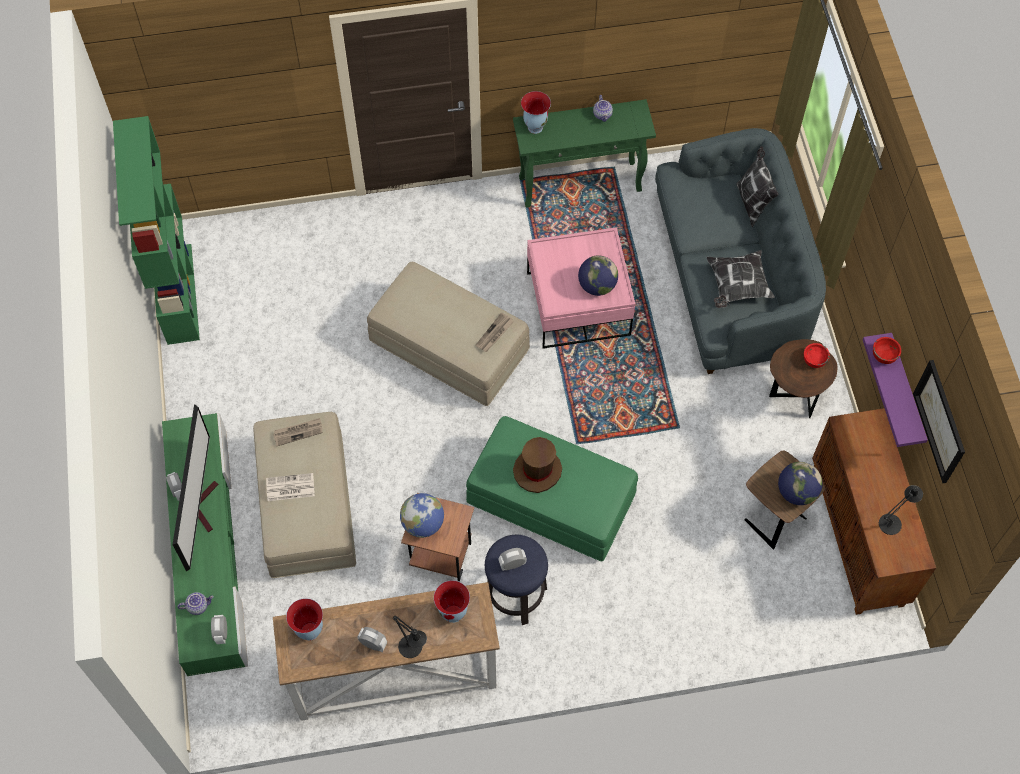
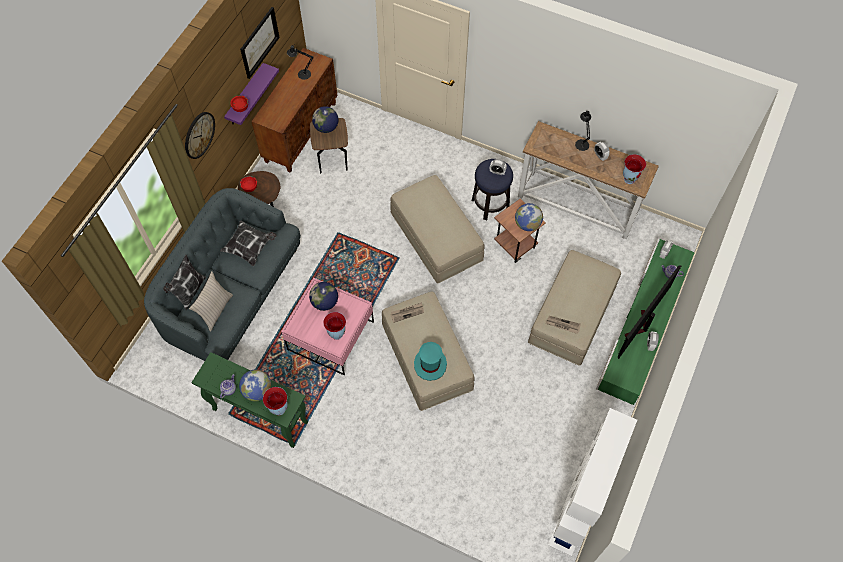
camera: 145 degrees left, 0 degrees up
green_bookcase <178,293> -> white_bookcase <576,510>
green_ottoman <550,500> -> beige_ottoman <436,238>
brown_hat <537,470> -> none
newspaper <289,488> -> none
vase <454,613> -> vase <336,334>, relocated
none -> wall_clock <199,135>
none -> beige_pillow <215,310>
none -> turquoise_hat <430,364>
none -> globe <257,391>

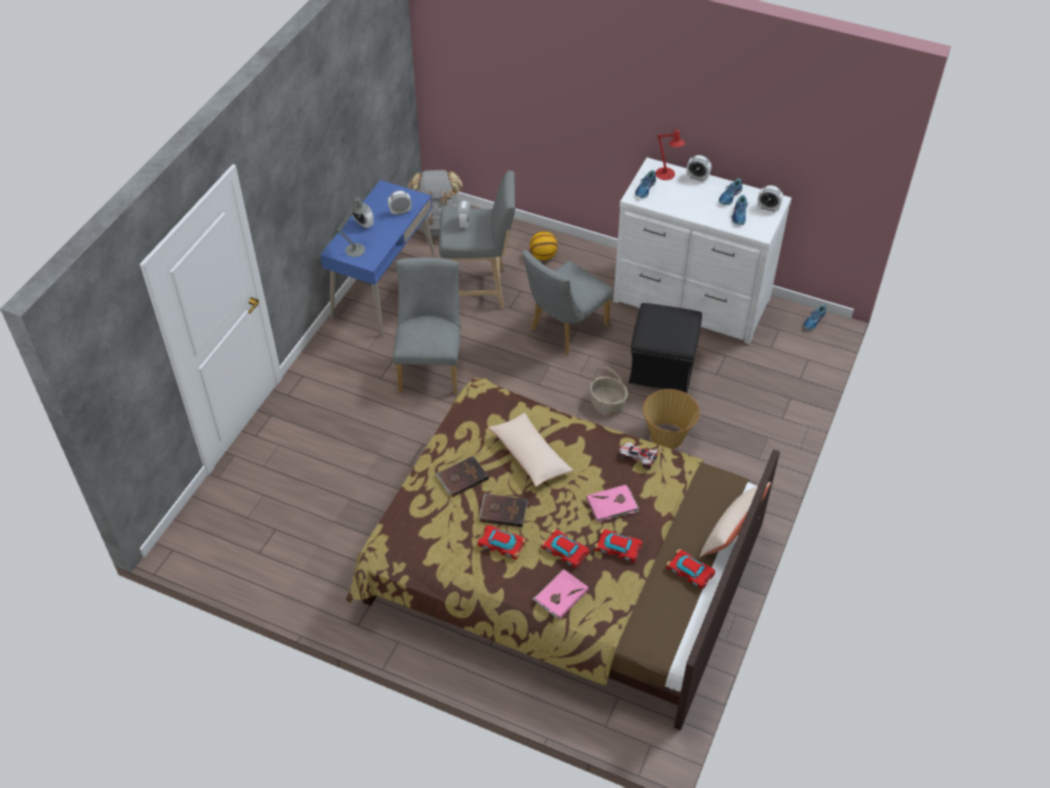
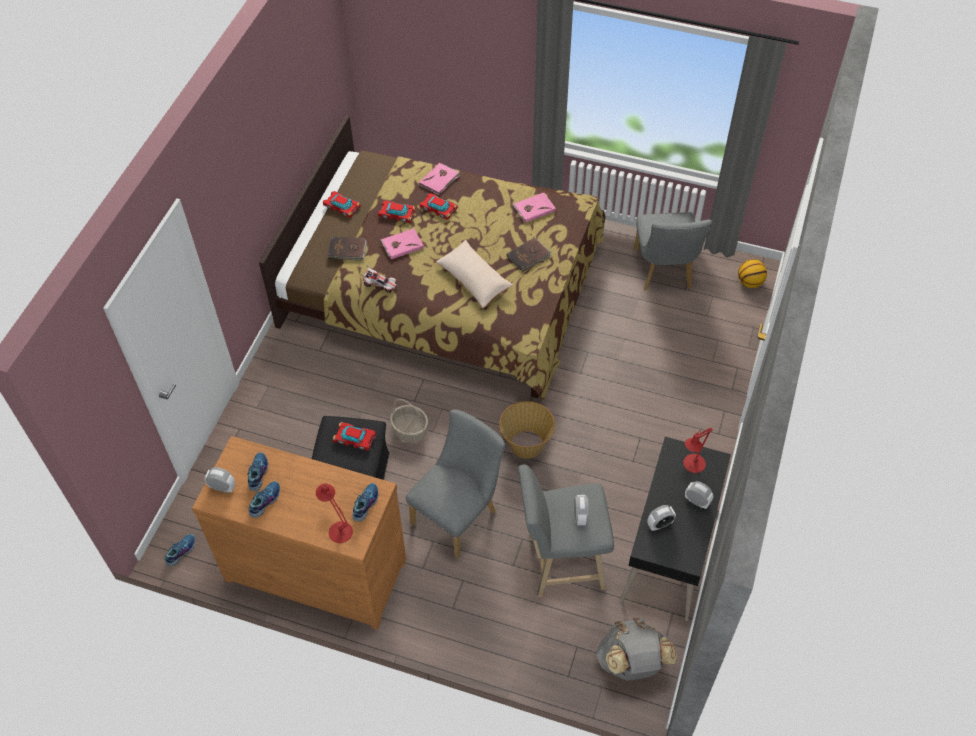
camera: 175 degrees right, 5 degrees up
alarm_clock <697,177> -> none
white_dresser <691,301> -> brown_dresser <316,566>
blue_desk <384,289> -> black_desk <669,552>
grey_table_lamp <357,248> -> red_table_lamp <692,465>
basketball <543,256> -> basketball <750,282>, relocated
grey_chair <431,365> -> grey_chair <664,272>, relocated
basket <667,435> -> basket <526,445>, relocated
beige_pillow <732,531> -> none
brown_book <503,511> -> brown_book <347,250>, relocated
toy_car <501,544> -> toy_car <354,439>, relocated
none -> pink_book <533,208>

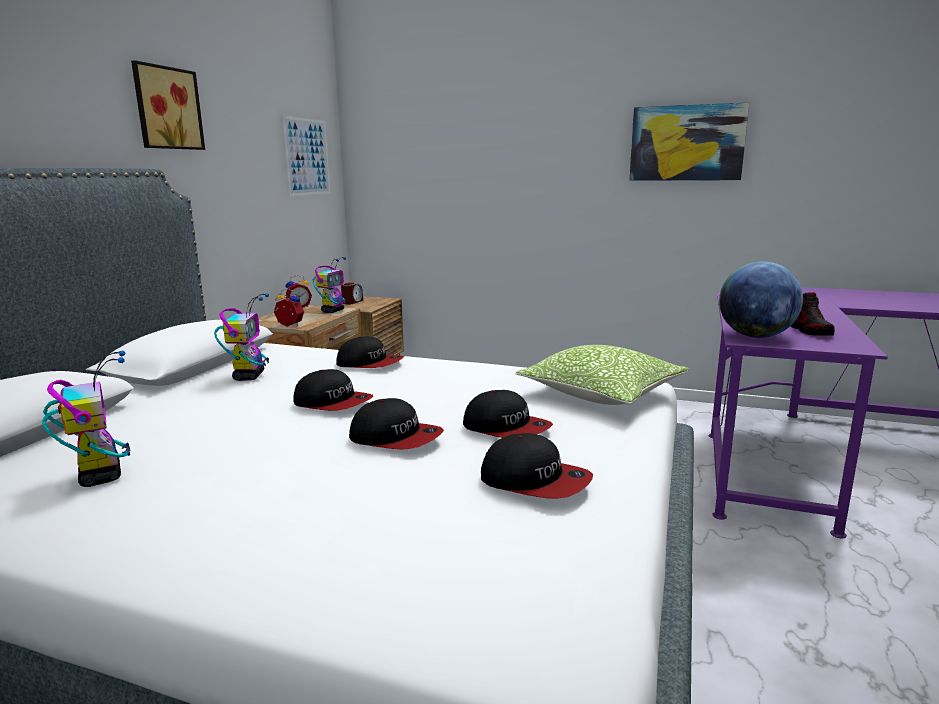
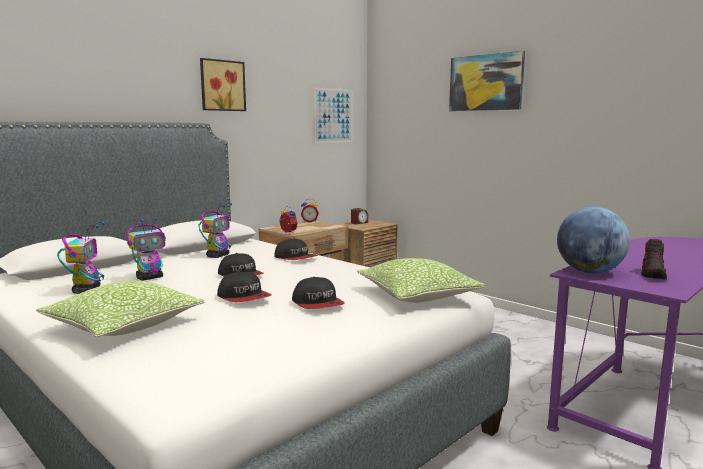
camera: 25 degrees right, 5 degrees down
picture <686,143> -> picture <486,83>, relocated
toy_robot <333,311> -> toy_robot <150,278>, relocated
cap <535,481> -> none
none -> pillow <124,325>

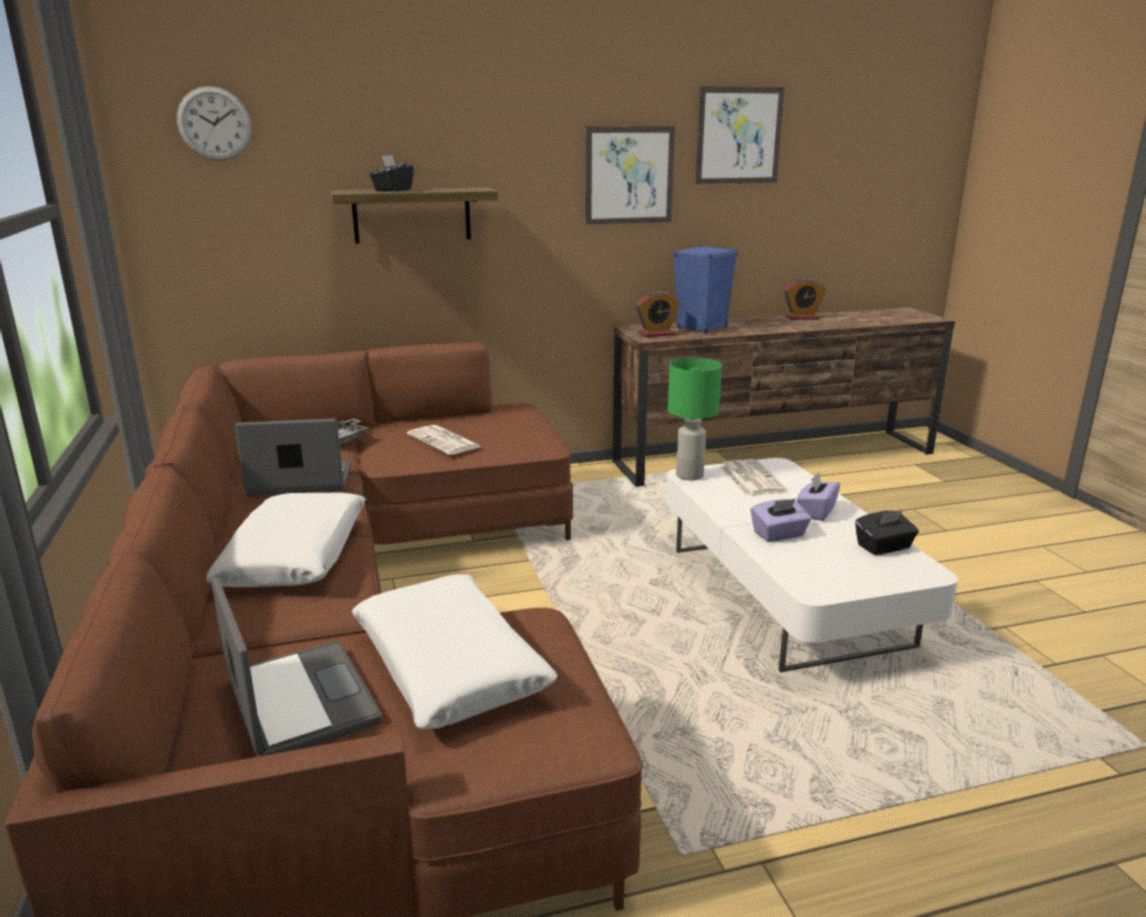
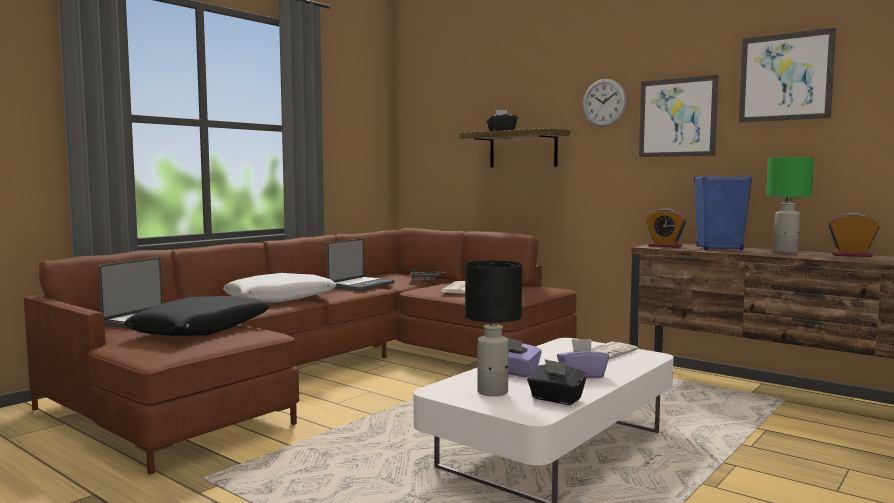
camera: 55 degrees right, 15 degrees down
wall_clock <214,124> -> wall_clock <604,102>, relocated
alarm_clock <802,318> -> alarm_clock <851,255>, 150 degrees clockwise
green_table_lamp <689,475> -> green_table_lamp <785,252>, relocated
laptop <300,481> -> laptop <360,285>, 75 degrees clockwise
white_pillow <450,666> -> black_pillow <202,329>
none -> black_table_lamp <492,392>

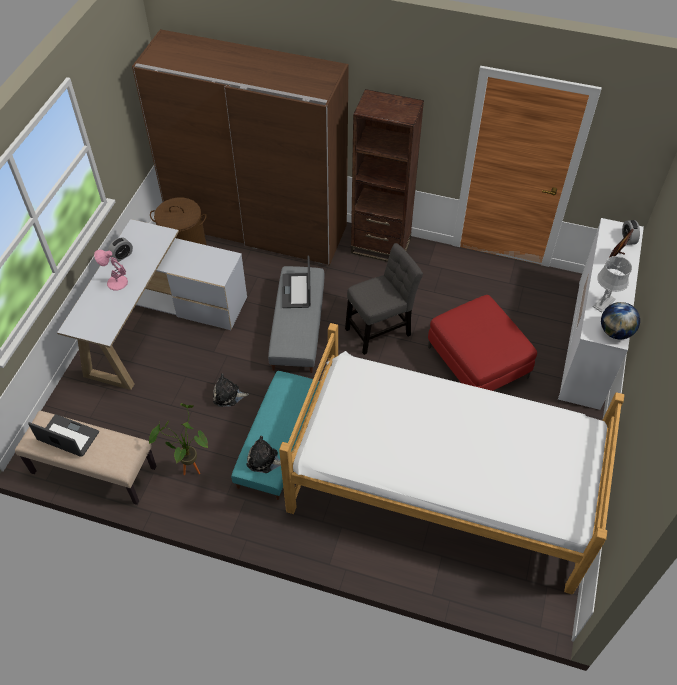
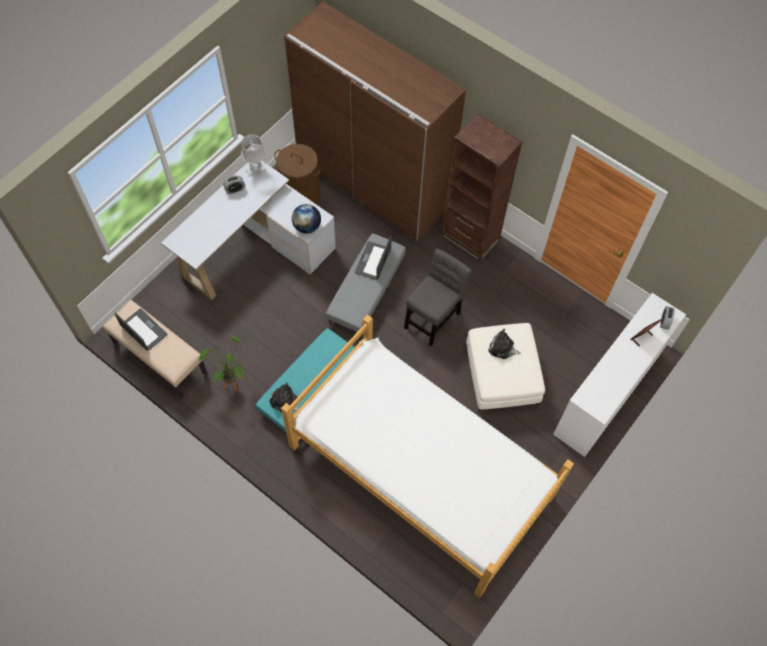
camera: 20 degrees right, 10 degrees up
grey_chair <380,330> -> grey_chair <433,317>, 45 degrees counterclockwise
pink_table_lamp <116,282> -> none
grey_table_lamp <604,303> -> grey_table_lamp <256,170>, relocated
red_ottoman <477,362> -> white_ottoman <501,376>
globe <615,332> -> globe <307,226>, relocated
plush_toy <228,395> -> plush_toy <502,348>, relocated

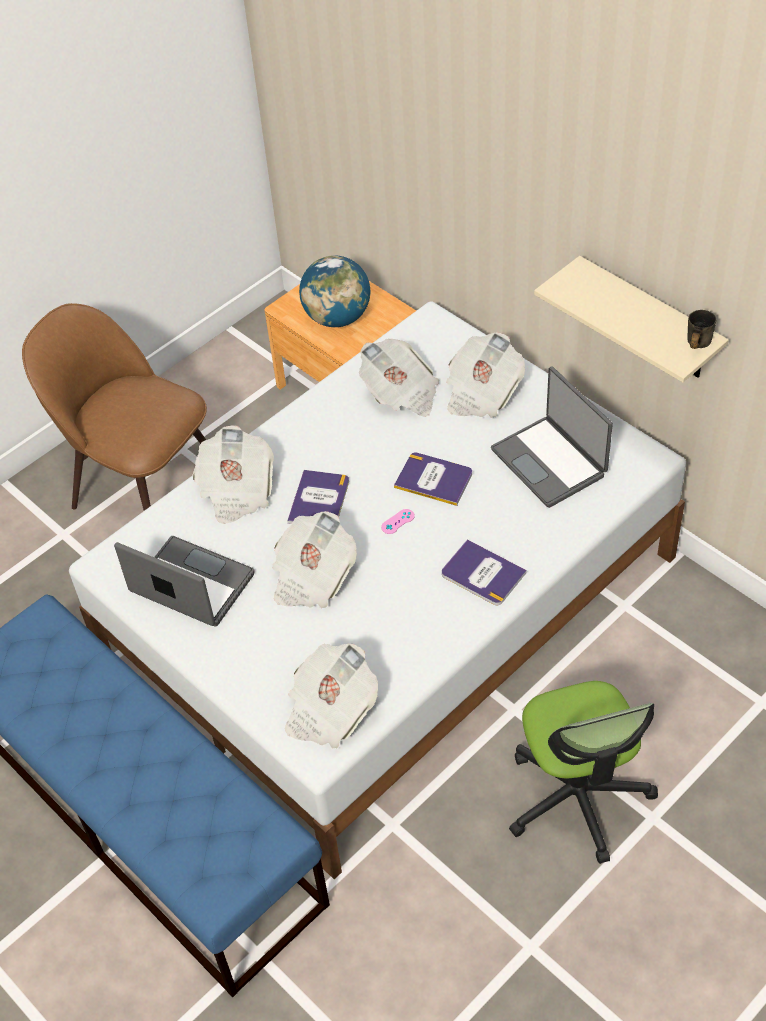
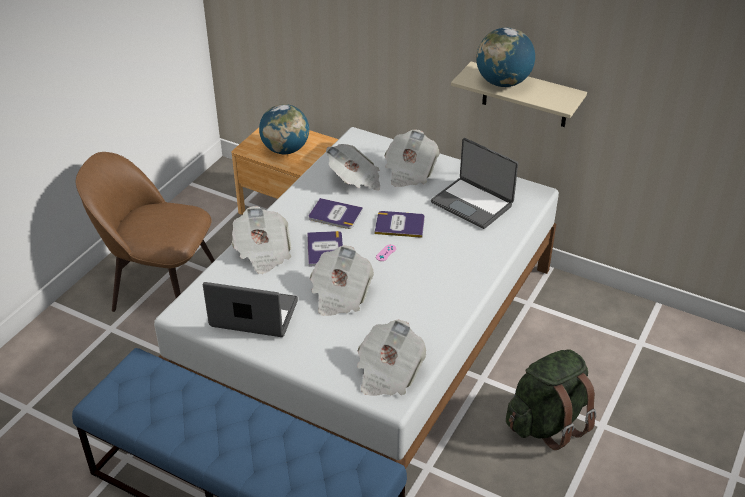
camera: 20 degrees left, 10 degrees down
grey_mug <694,345> -> none
book <482,574> -> book <335,214>, relocated
office_chair <577,797> -> green_backpack <547,423>
none -> globe <503,83>

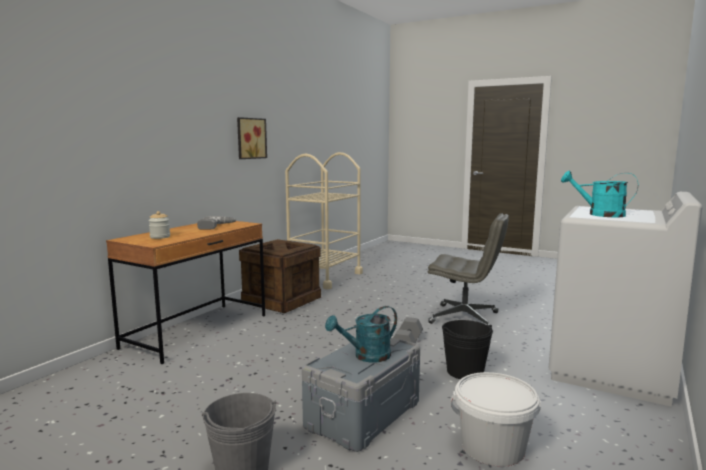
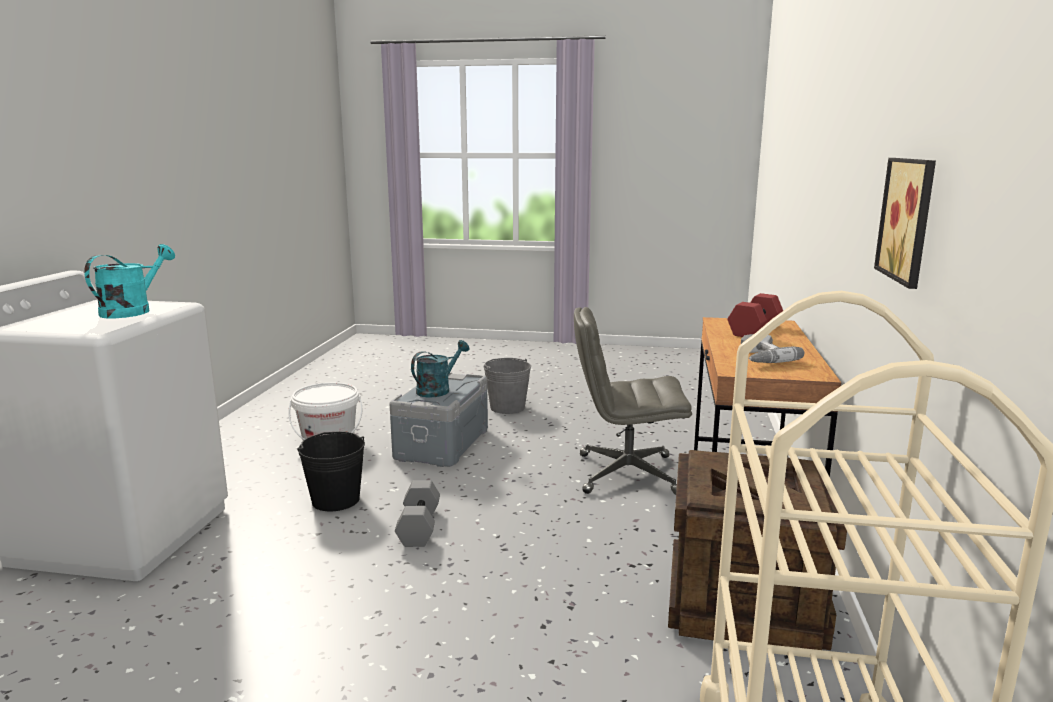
camera: 160 degrees right, 5 degrees up
turquoise_watering_can <599,214> -> turquoise_watering_can <132,311>, 75 degrees counterclockwise
jar <160,237> -> red_dumbbell <753,329>
grey_office_chair <465,318> -> grey_office_chair <626,474>, relocated

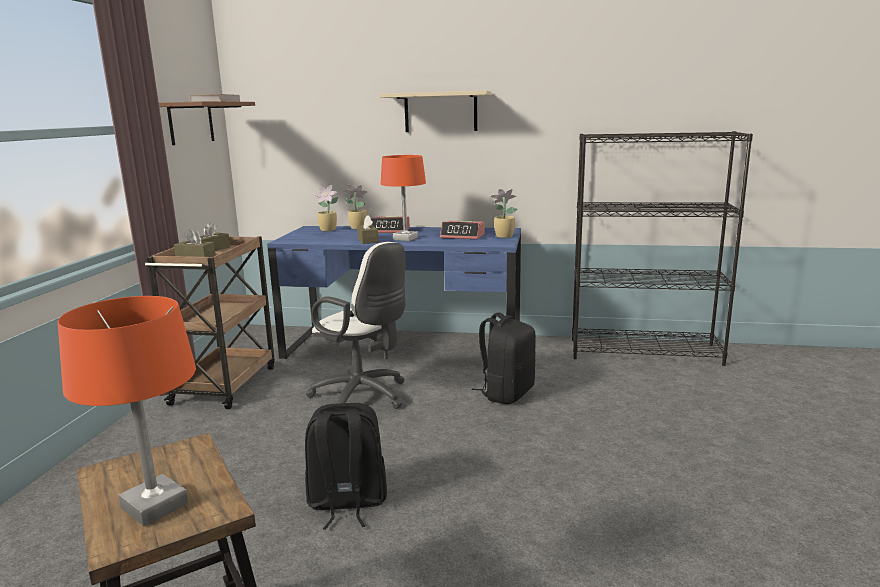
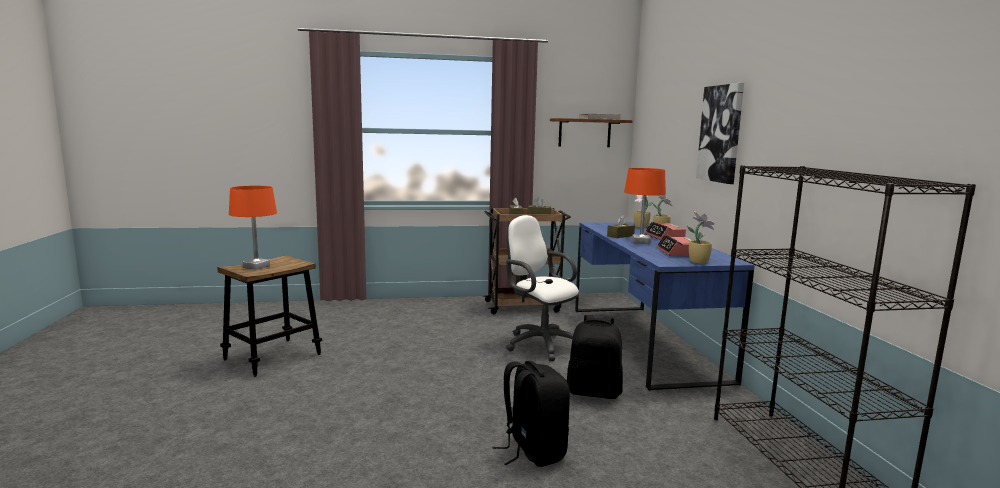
camera: 70 degrees right, 5 degrees down
beige_shelf <440,112> -> picture <721,133>
white_office_chair <364,397> -> white_office_chair <539,344>, 120 degrees clockwise
black_backpack <347,503> -> black_backpack <532,451>, relocated

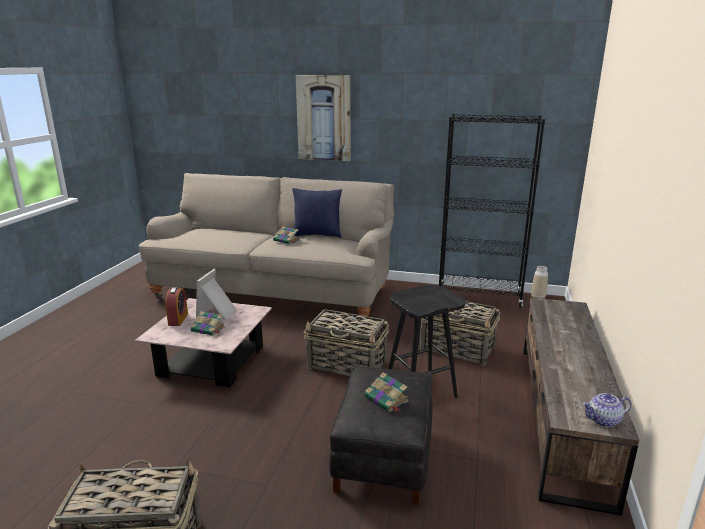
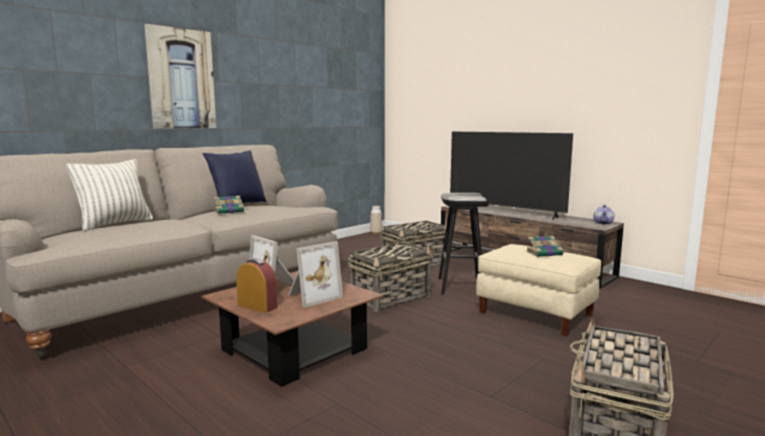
camera: 60 degrees left, 10 degrees down
black_bookcase <479,297> -> none
pink_coffee_table <211,361> -> brown_coffee_table <294,350>
book <208,329> -> picture_frame <312,296>
black_ottoman <384,459> -> beige_ottoman <536,313>
none -> television <505,212>
none -> pillow <115,224>

